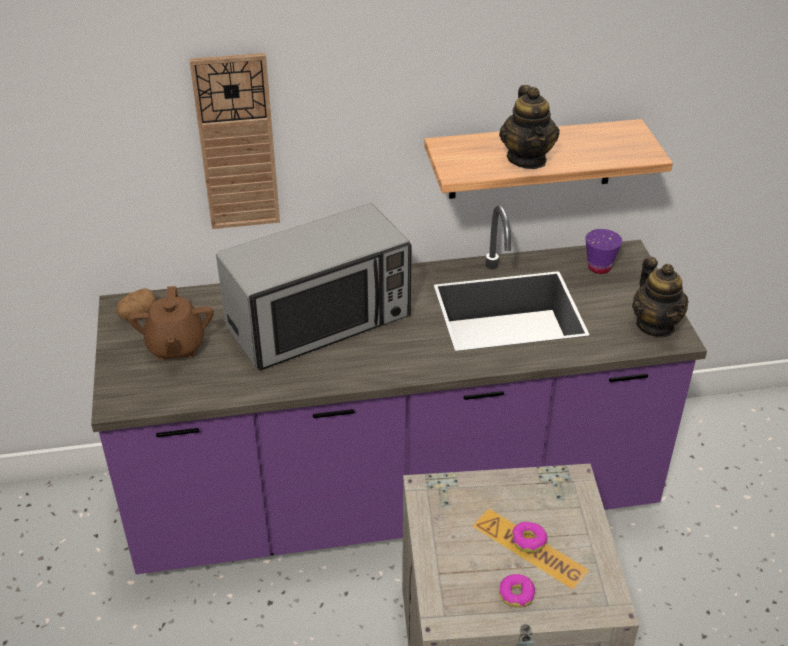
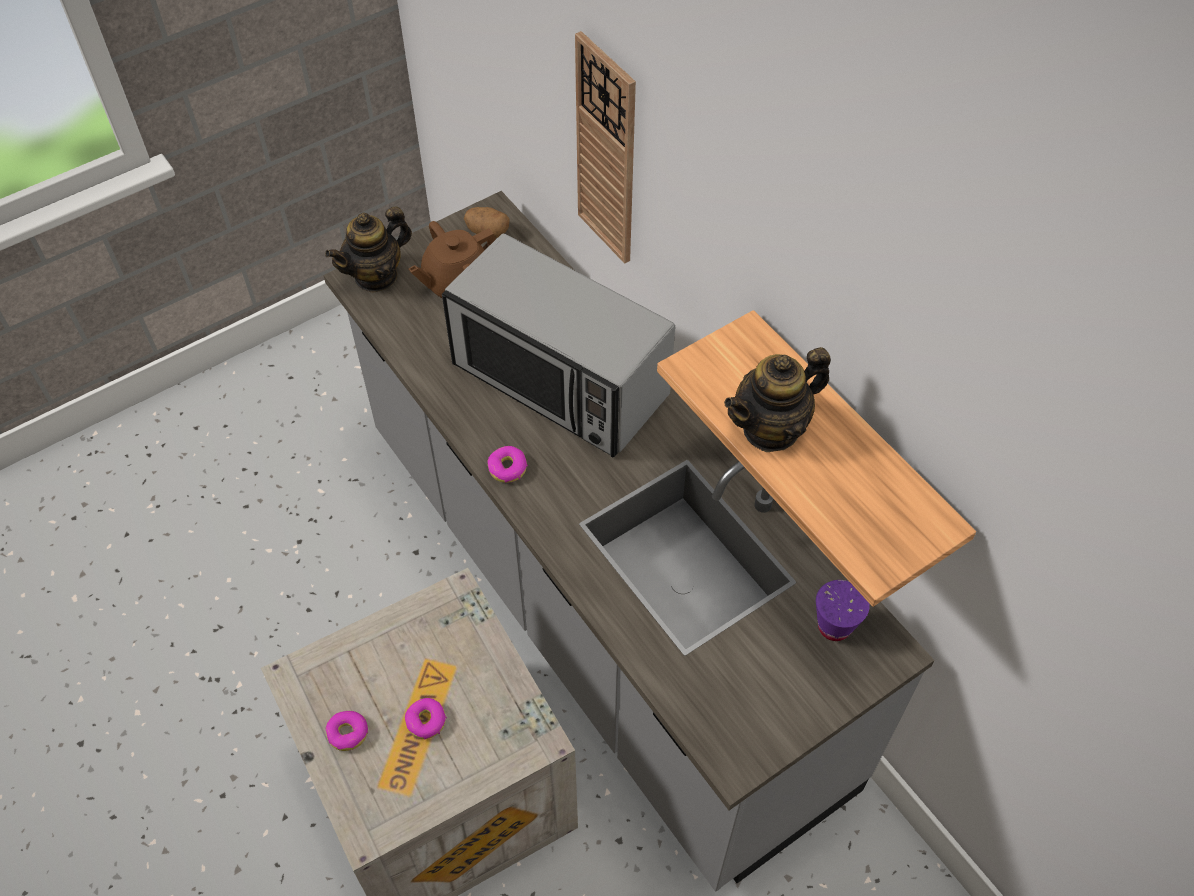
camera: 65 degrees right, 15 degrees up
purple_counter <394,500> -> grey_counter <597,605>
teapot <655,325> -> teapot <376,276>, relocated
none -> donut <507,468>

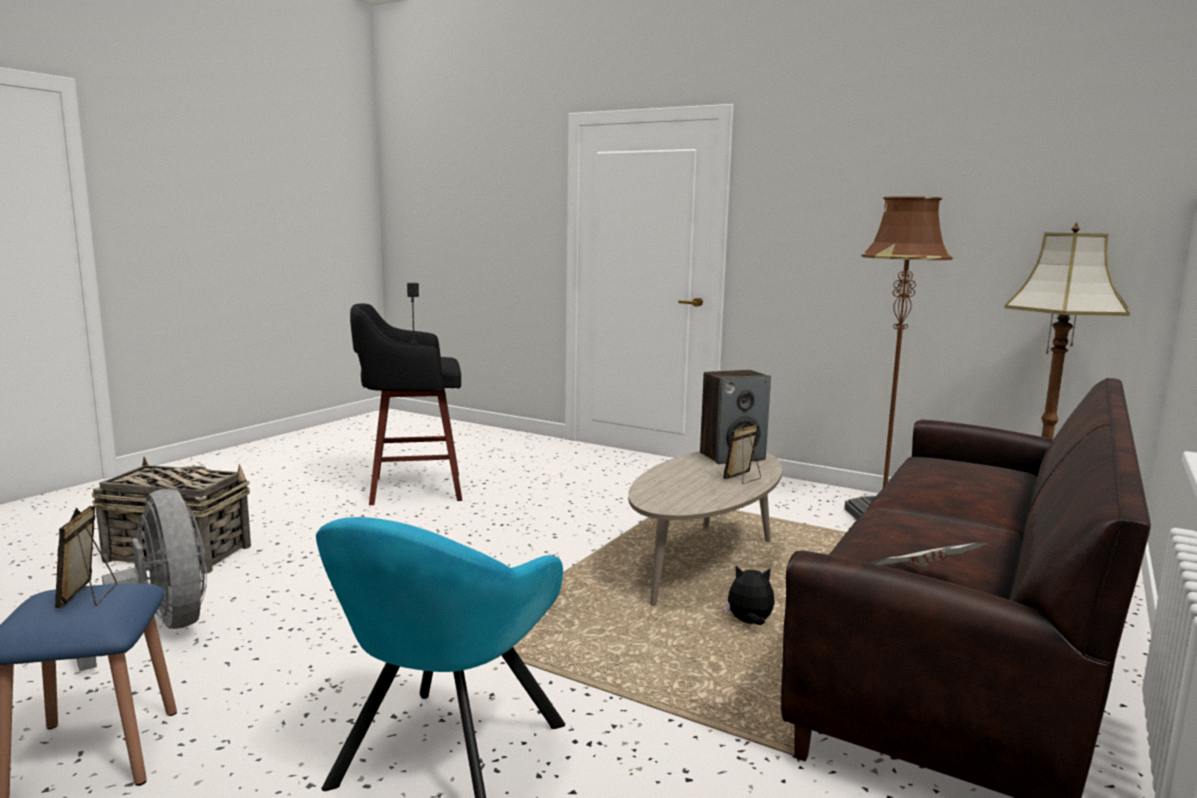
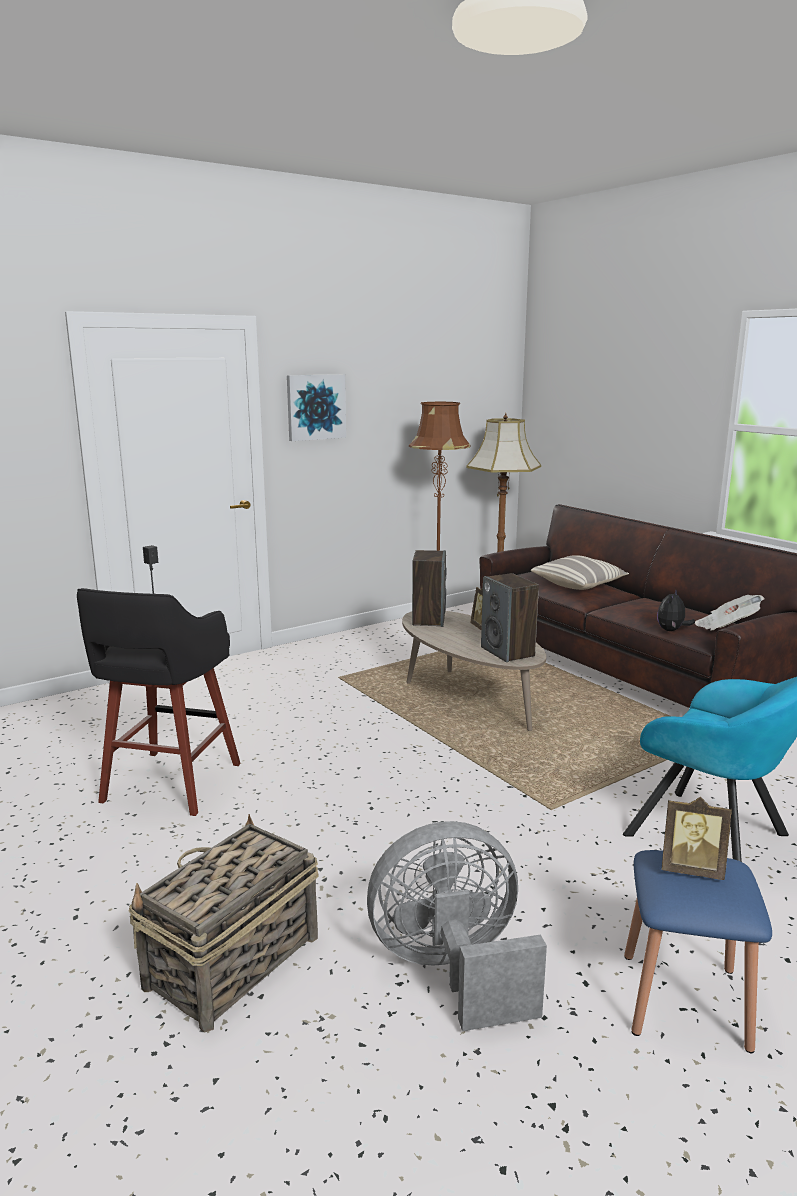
camera: 65 degrees left, 5 degrees up
plush_toy <749,623> -> plush_toy <671,630>, relocated
none -> picture <315,407>
none -> pillow <578,584>
none -> speaker <508,652>

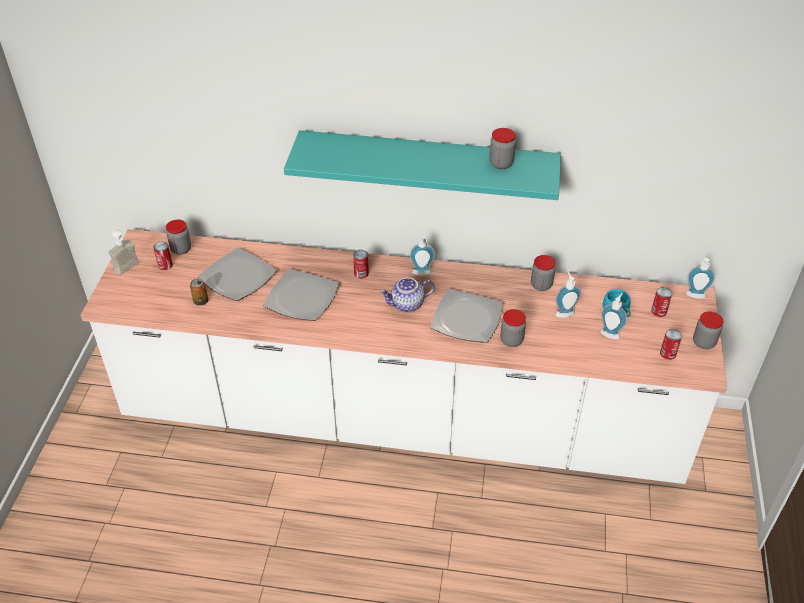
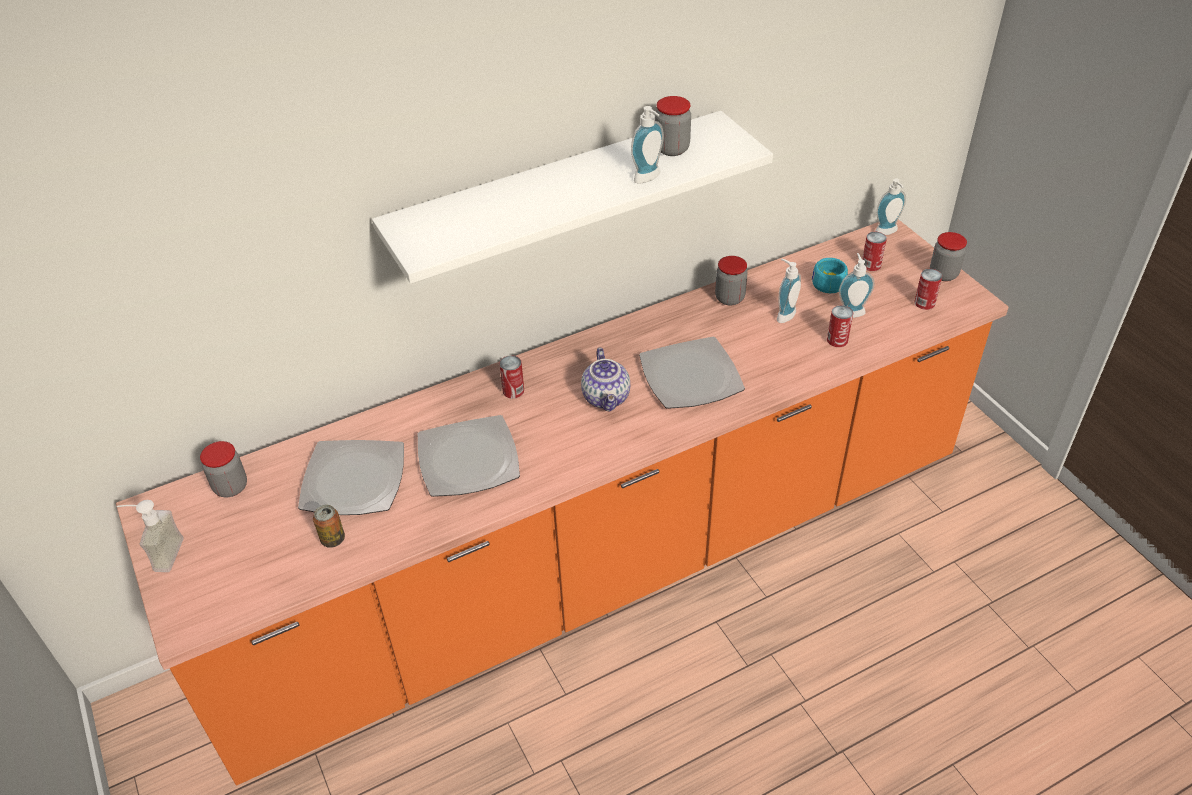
camera: 35 degrees left, 0 degrees up
turquoise_shelf <427,164> -> white_shelf <558,195>
white_counter <402,420> -> orange_counter <602,565>
soap_dispenser <422,274> -> soap_dispenser <649,178>, relocated
can <165,265> -> can <837,340>, relocated
teapot <407,305> -> teapot <607,398>, 45 degrees counterclockwise
jar <511,340> -> none

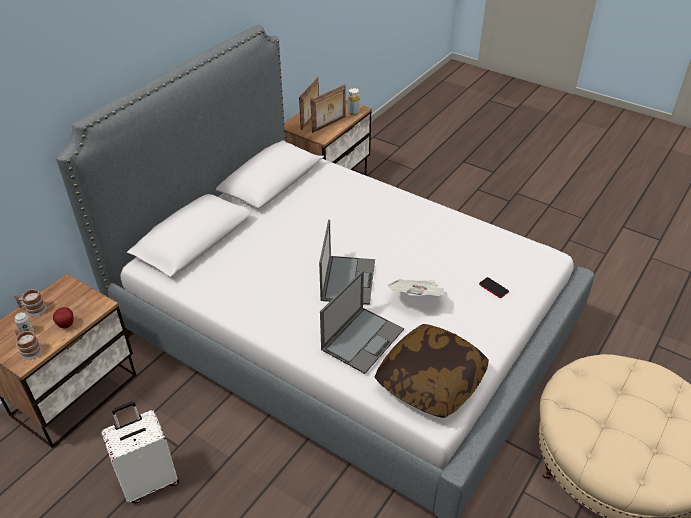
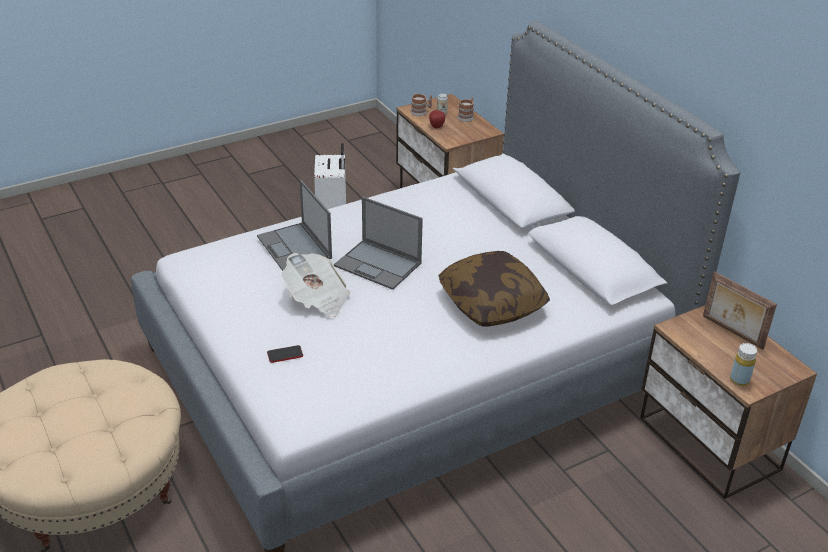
camera: 115 degrees right, 5 degrees down
picture_frame <329,124> -> none
pillow <430,381> -> pillow <492,303>, relocated

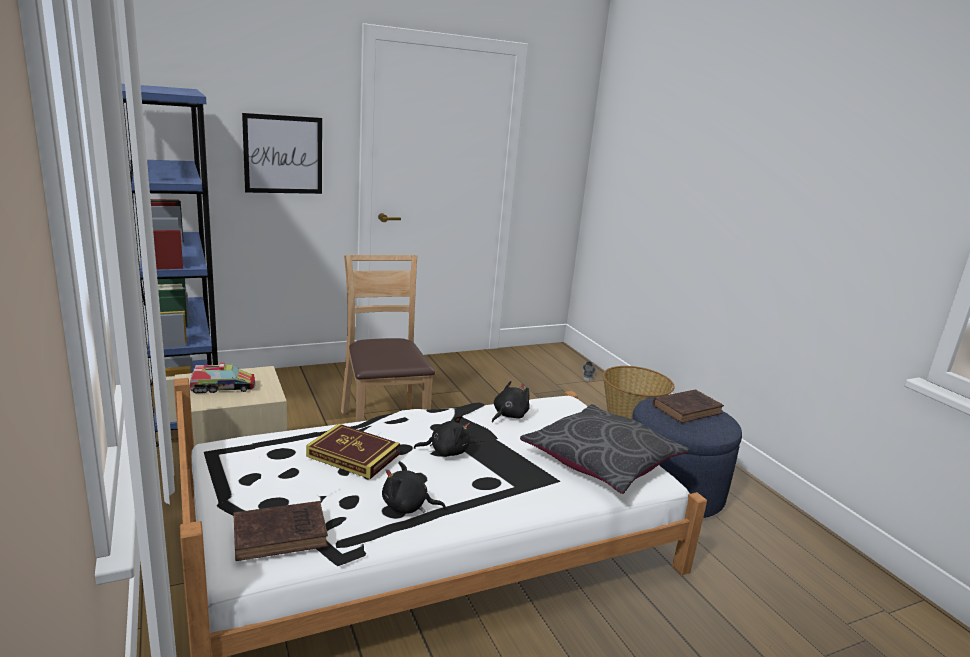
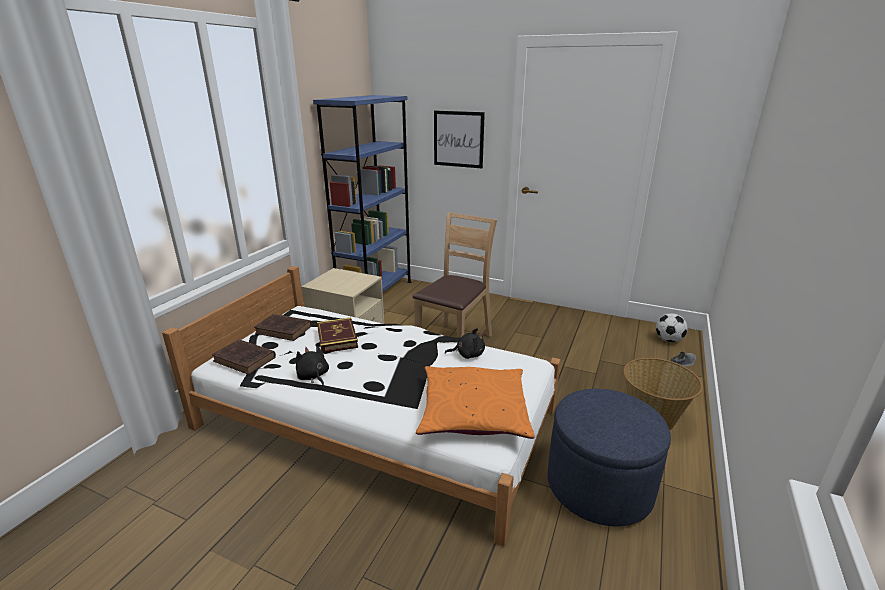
camera: 50 degrees right, 5 degrees up
toy_truck <223,388> -> none
brown_book <688,409> -> brown_book <285,330>, relocated
grey_pillow <602,460> -> orange_pillow <473,412>
black_plush_toy <446,451> -> none
none -> football <668,340>

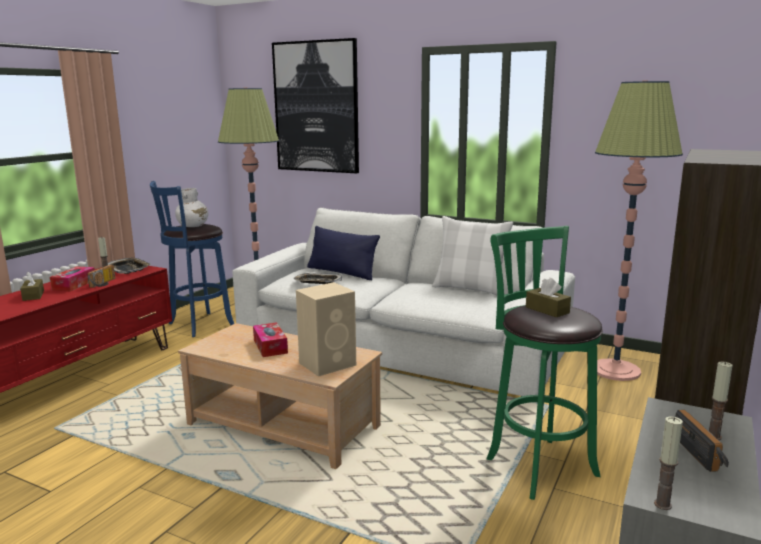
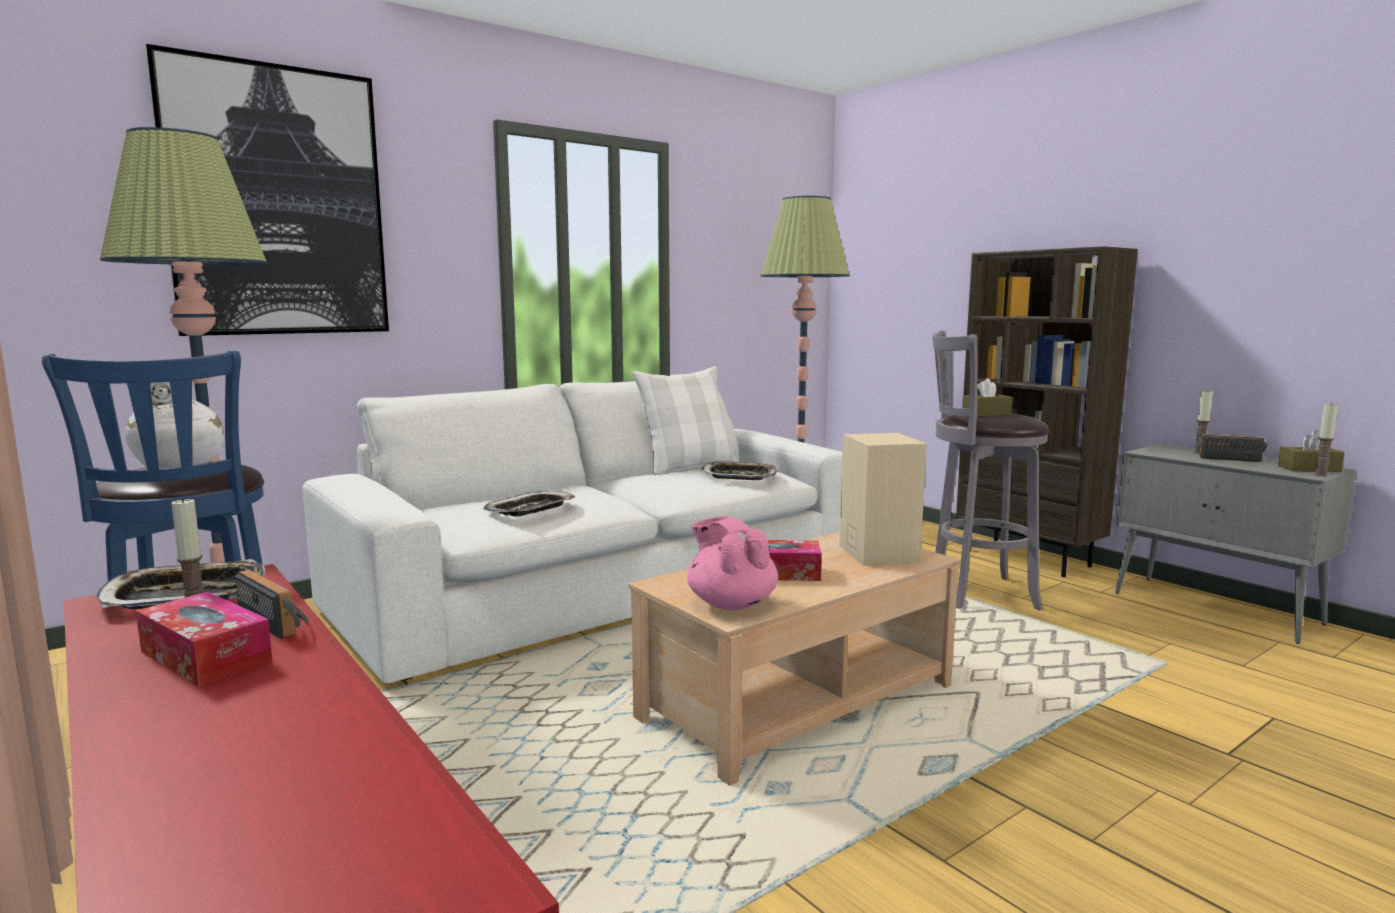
camera: 65 degrees left, 5 degrees down
blue_pillow <342,272> -> none
green_stool <537,464> -> grey_stool <976,593>
brown_tissue_box <33,295> -> brown_tissue_box <1309,469>, relocated
none -> tray <739,476>
none -> pink_teapot <731,604>

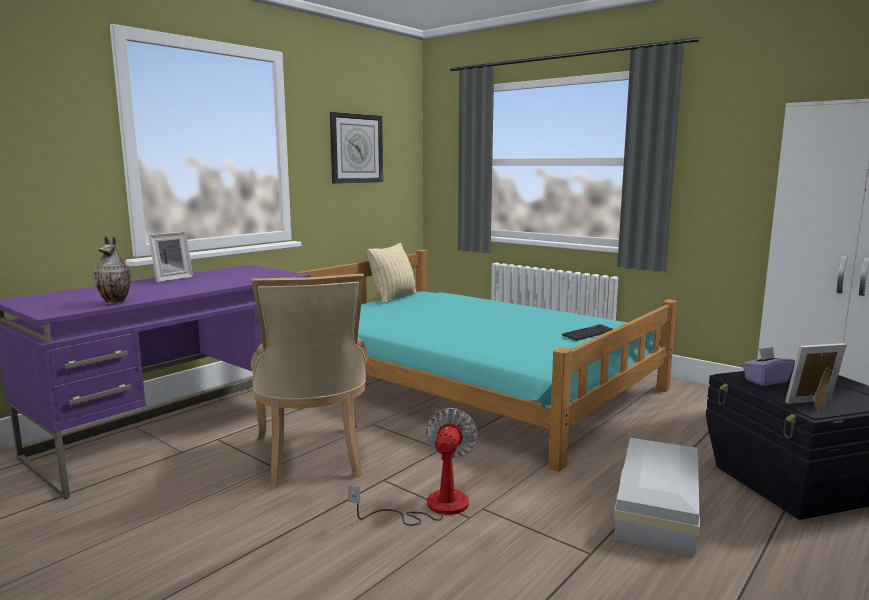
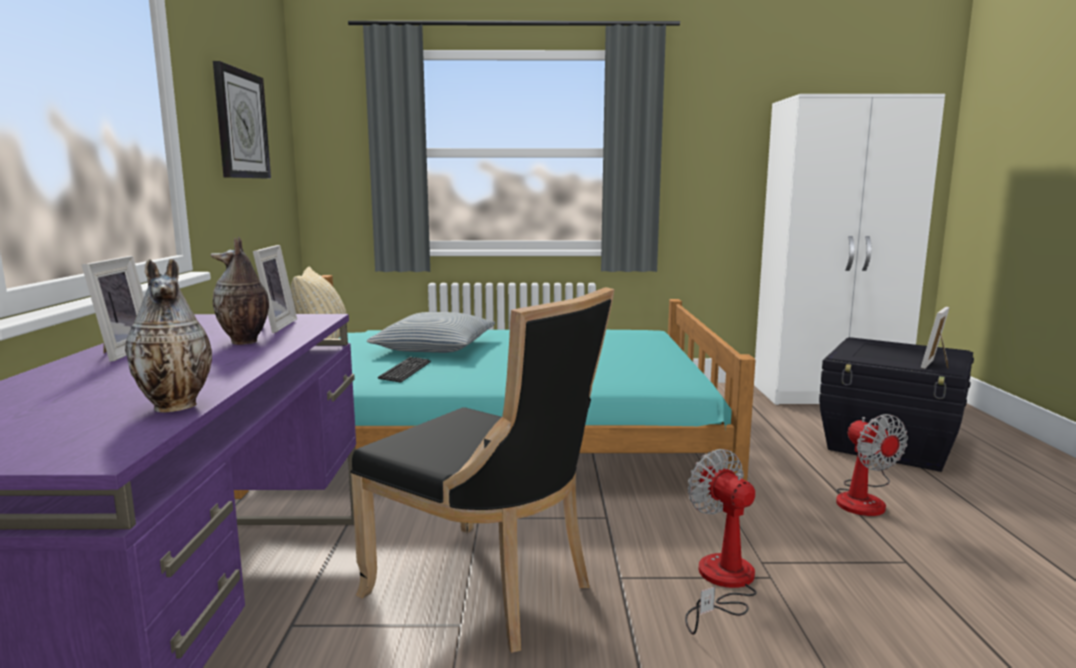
camera: 40 degrees left, 0 degrees up
beige_chair <312,458> -> black_chair <488,589>
keyboard <588,334> -> keyboard <405,371>, relocated
purple_tissue_box <766,381> -> none
white_storage_box <659,507> -> fan <863,499>
none -> vase <244,342>
none -> picture_frame <272,326>
none -> pillow <434,347>

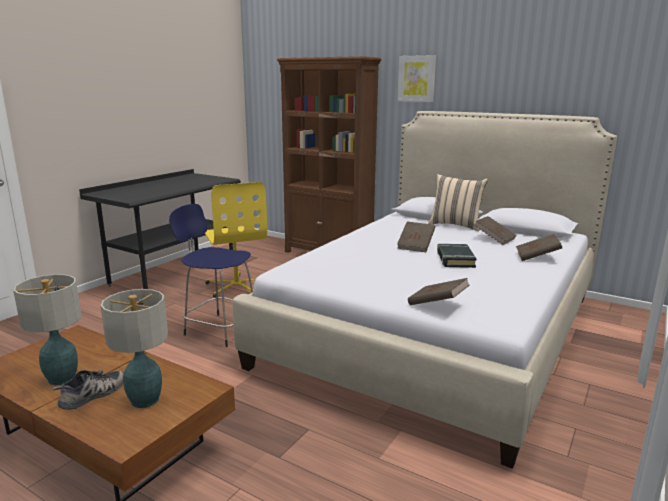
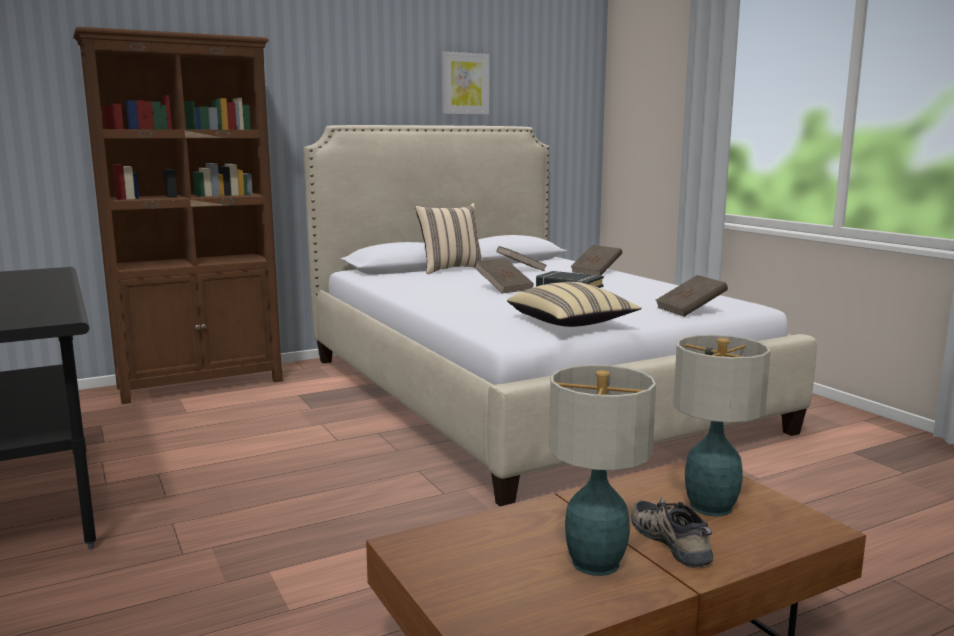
camera: 60 degrees left, 5 degrees down
picture <416,78> -> picture <464,84>, relocated
yellow_office_chair <237,286> -> none
blue_stool <219,329> -> none
none -> beige_pillow <571,324>

